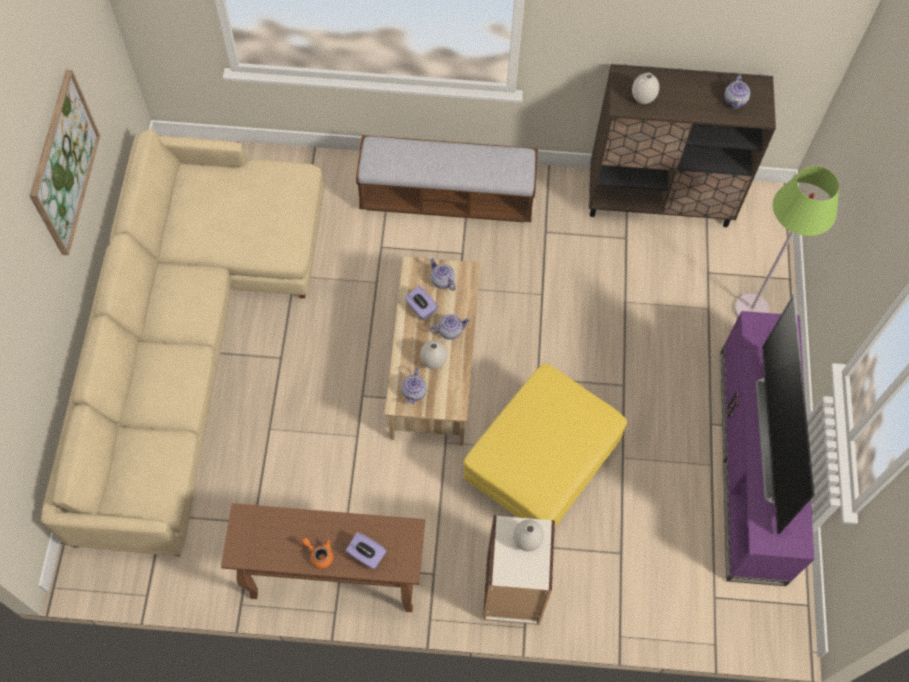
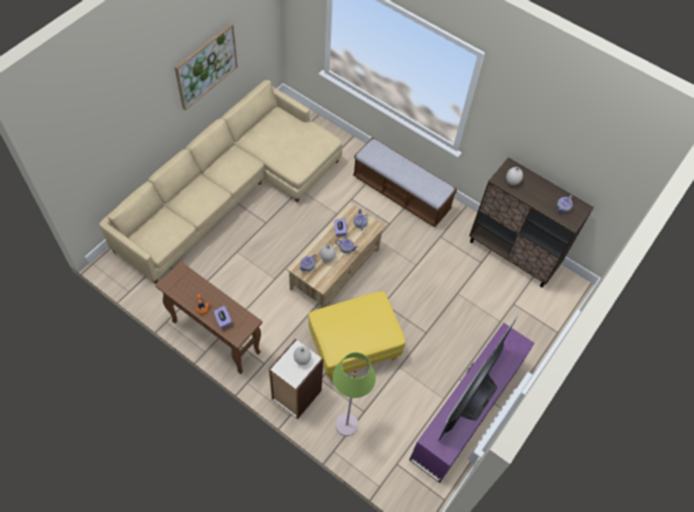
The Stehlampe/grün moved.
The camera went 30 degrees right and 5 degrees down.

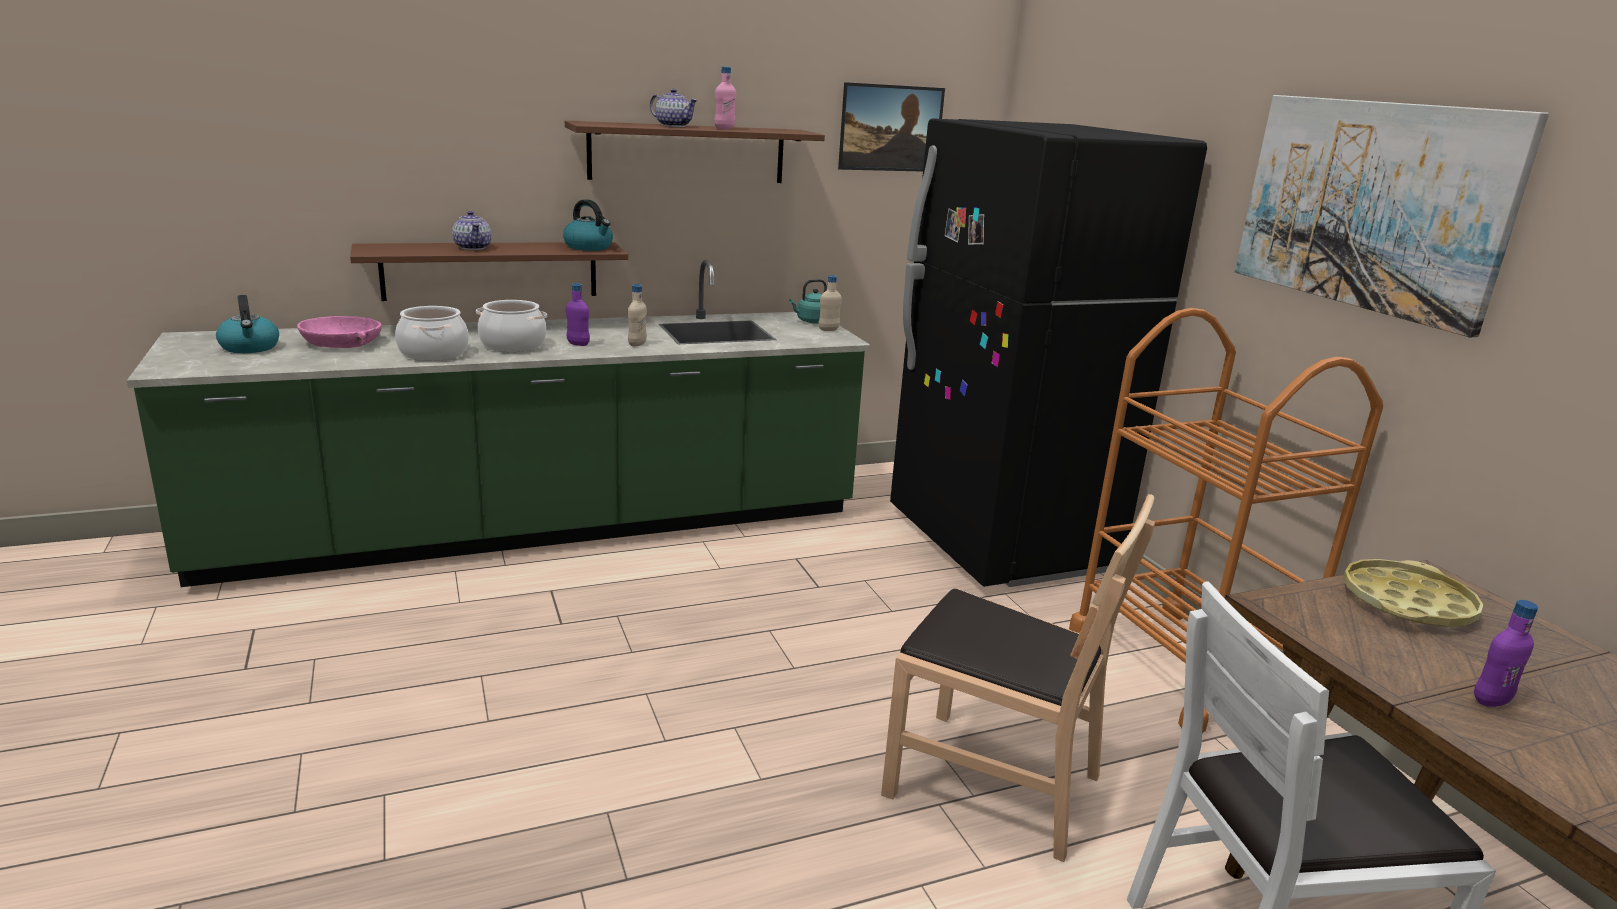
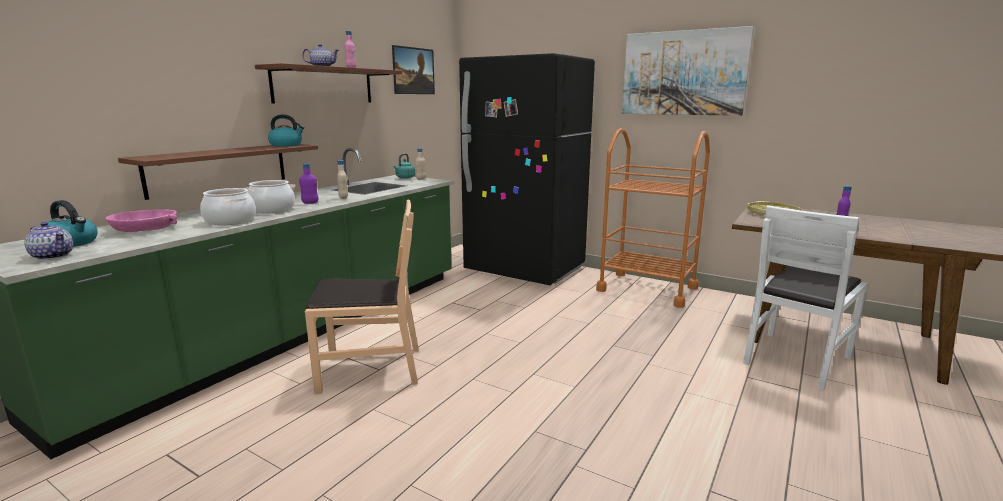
The Teekanne (no. 1 from left) moved.
The Stuhl/braun moved.
The camera went 35 degrees left and 5 degrees down.

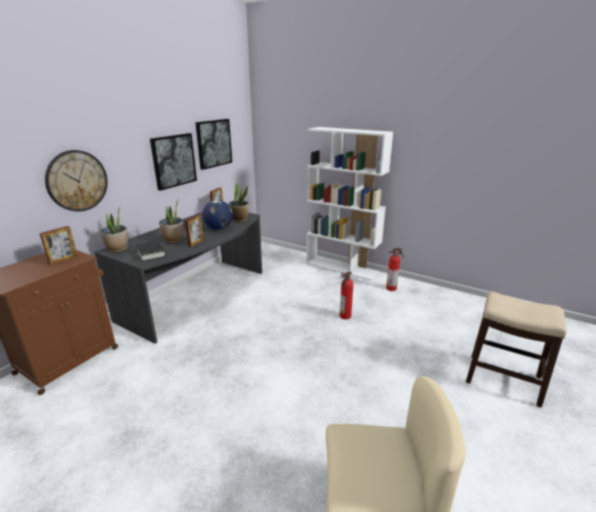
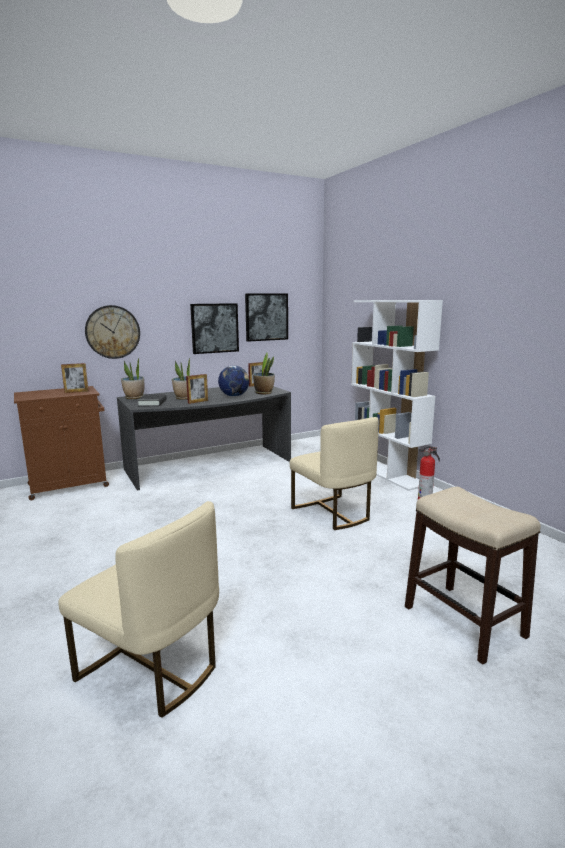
The Feuerlöscher (no. 1 from left) was replaced by the Stuhl/beige (no. 2 from left).
The camera went 30 degrees right and 10 degrees down.

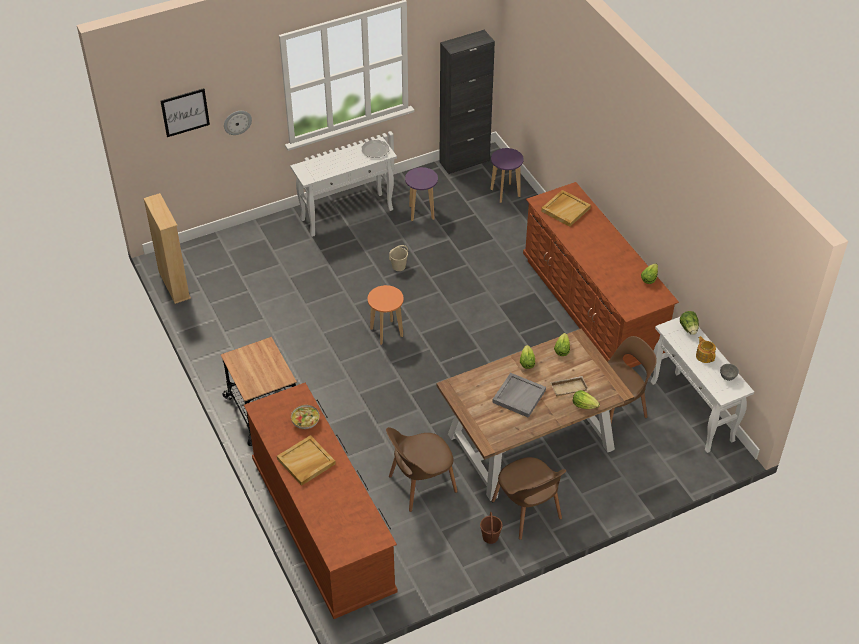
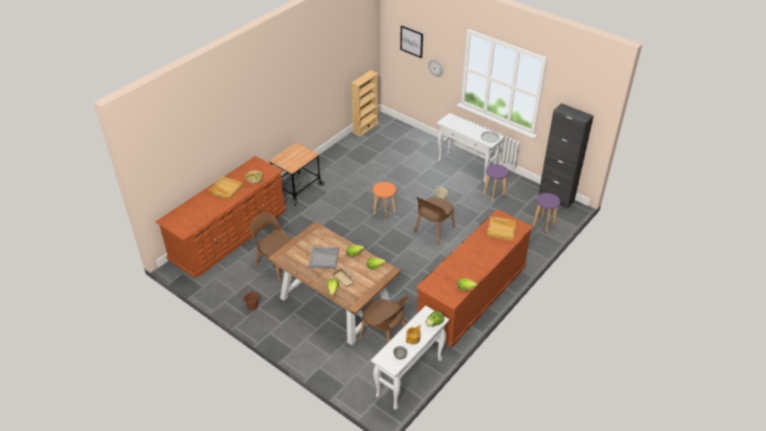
The Stuhl/braun (no. 2 from left in the first image) moved.
The camera went 65 degrees right and 5 degrees down.

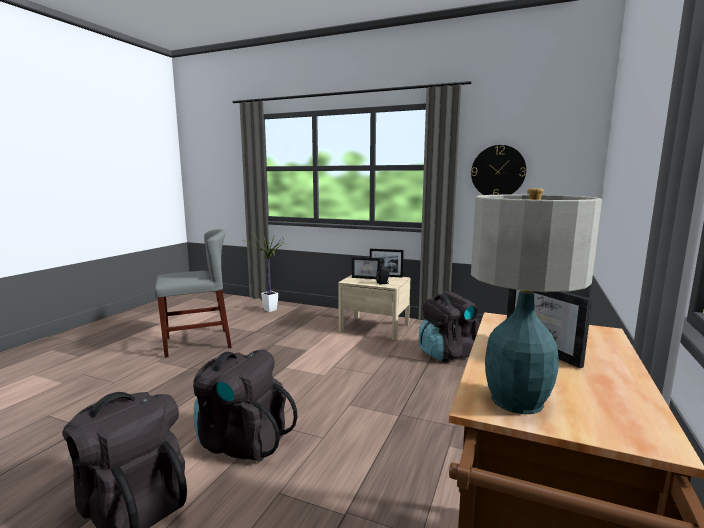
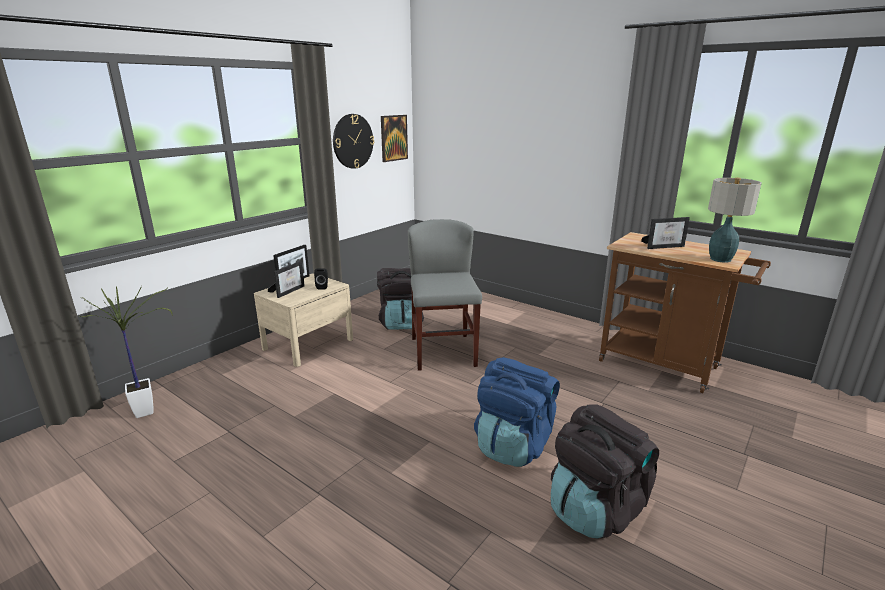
The Bild appeared.
The Stuhl/grau moved.
The Rucksack/schwarz (no. 2 from left) became the Rucksack/blau.
The camera went 75 degrees left and 10 degrees up.

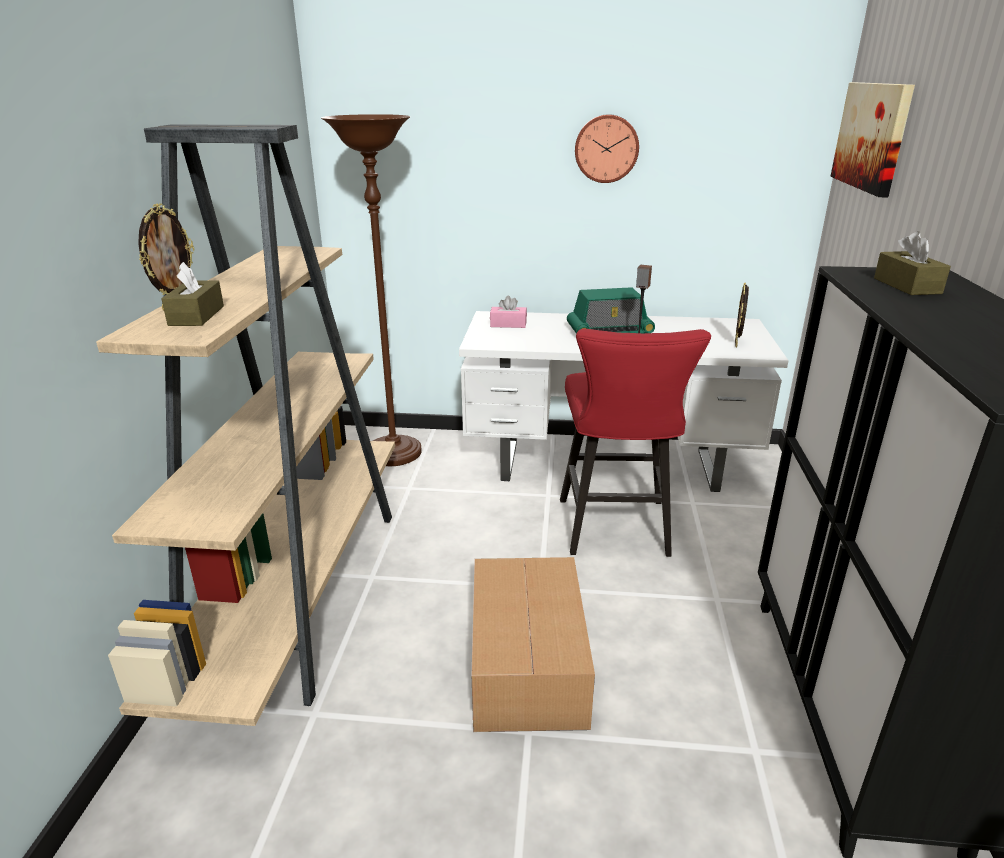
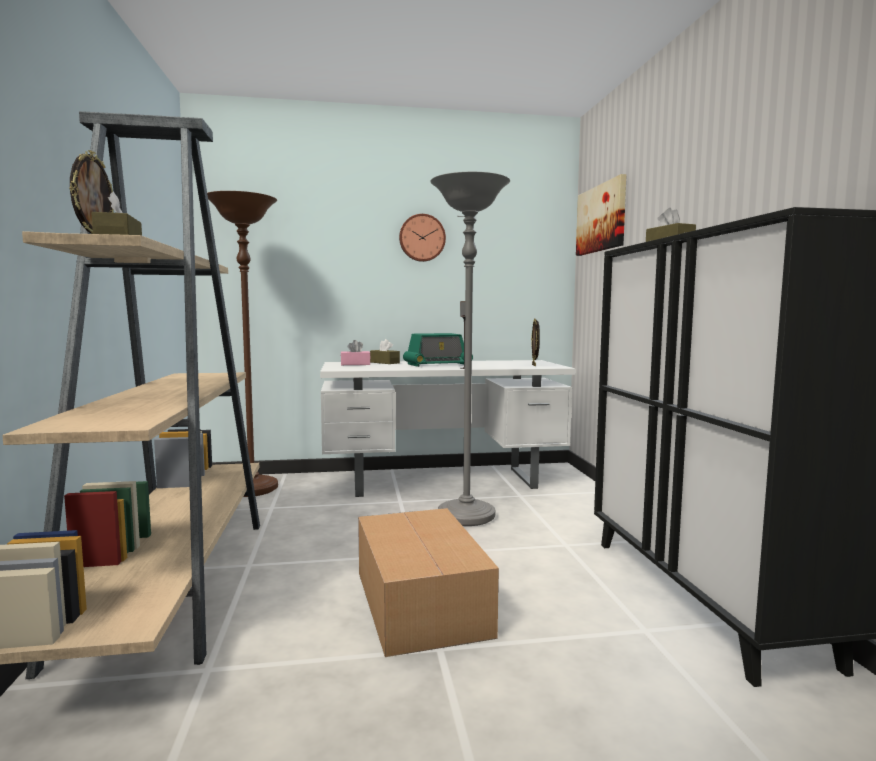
The Taschentuchbox/braun (no. 2 from left) appeared.
The Hocker/rot was replaced by the Stehlampe/grau.
The camera went 15 degrees left and 20 degrees down.

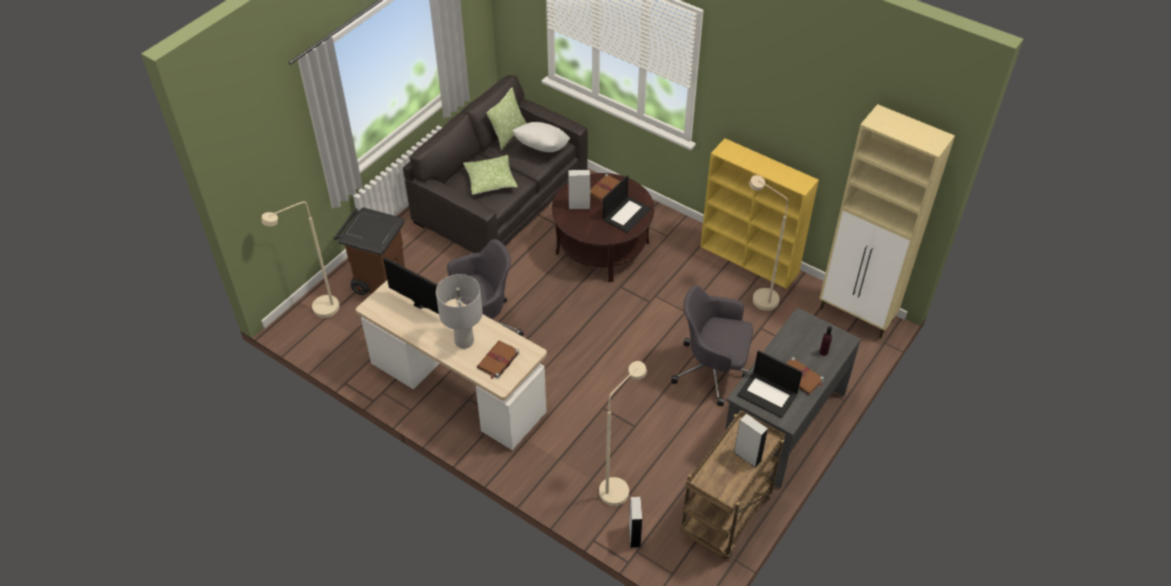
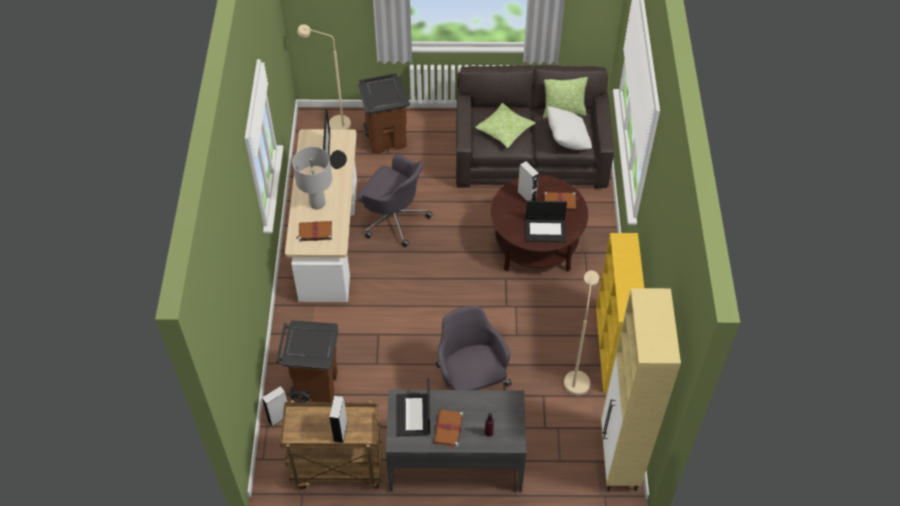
The Stehlampe/beige (no. 2 from left) was replaced by the Mülleimer/braun (no. 1 from left).
The camera went 55 degrees right and 5 degrees up.

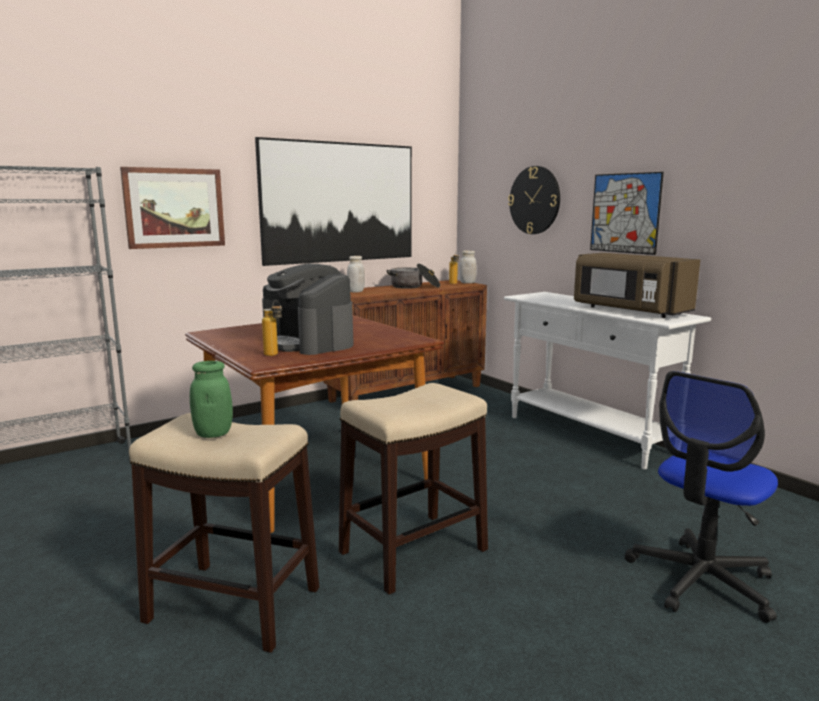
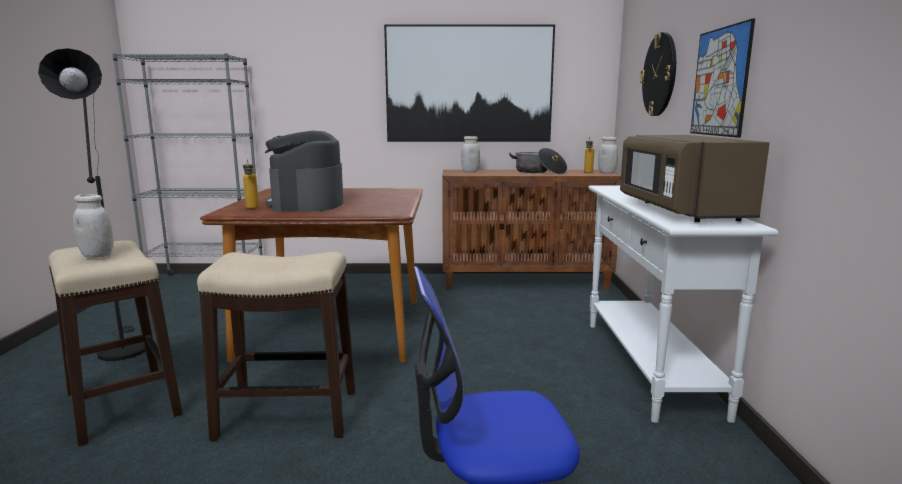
The Bild (no. 1 from left) disappeared.
The Stehlampe/schwarz appeared.
The Vorratsglas/grün became the Vorratsglas/weiß (no. 1 from left).
The camera went 35 degrees right and 0 degrees up.

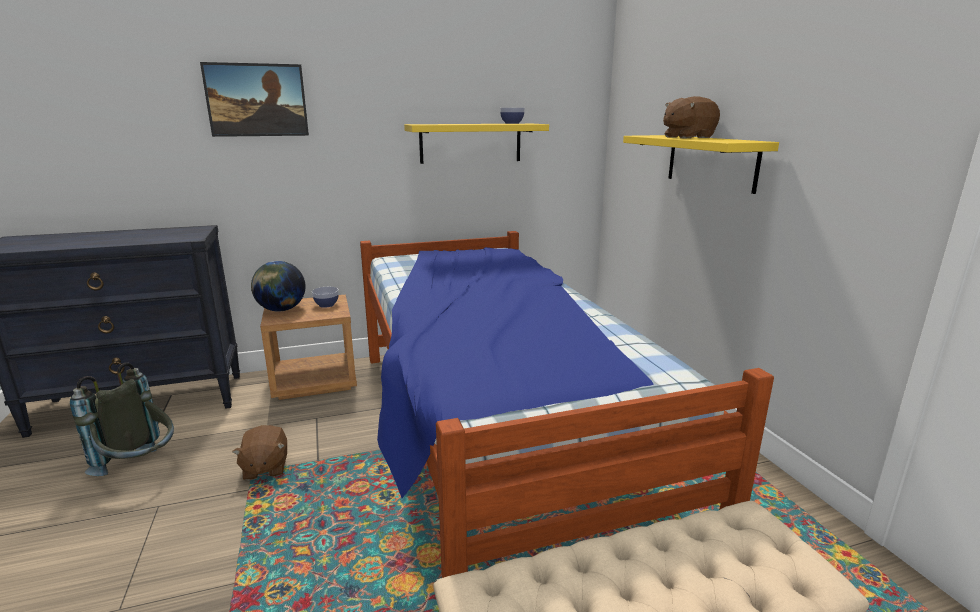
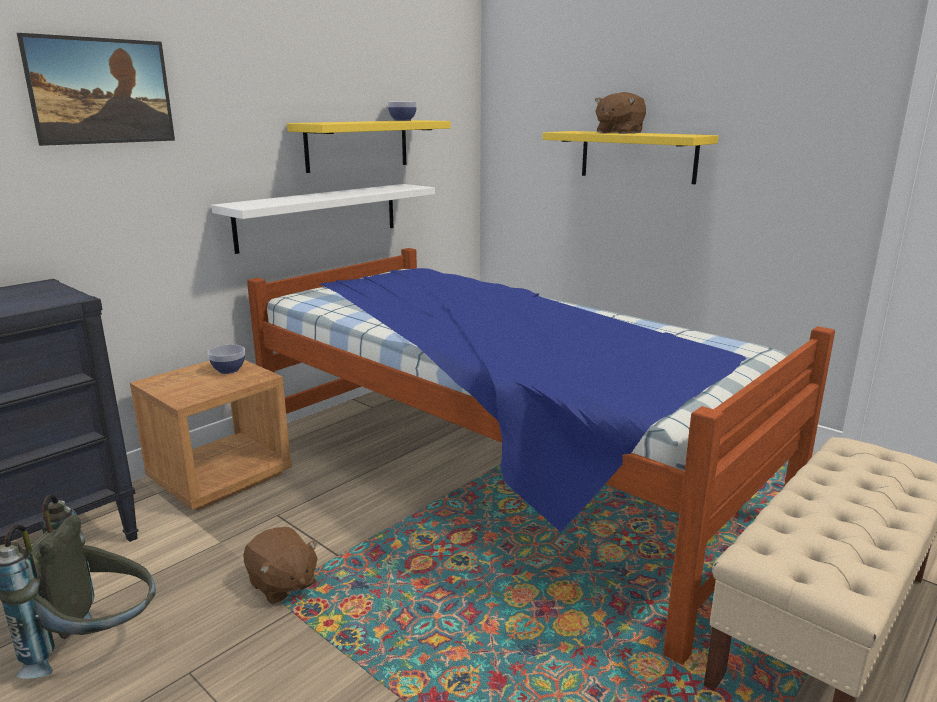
The Globus disappeared.
The Wandregal/weiß appeared.
The camera went 30 degrees left and 0 degrees up.

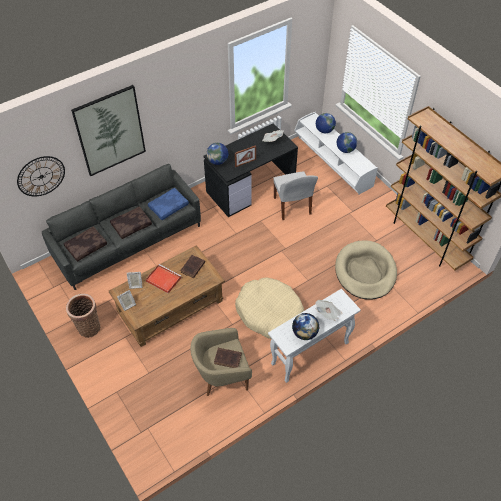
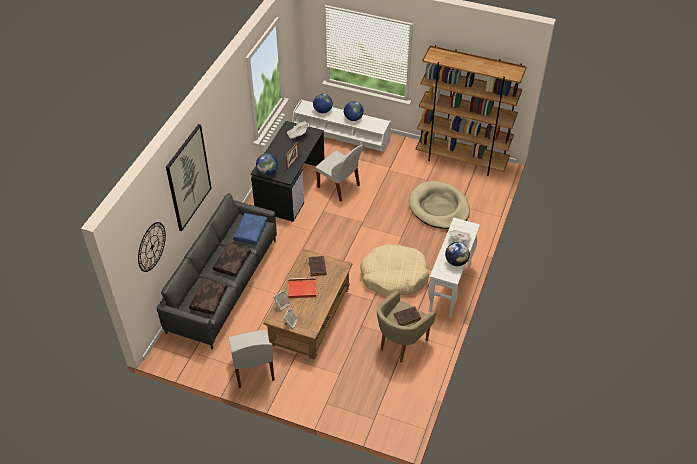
The Korb was replaced by the Stuhl/weiß (no. 1 from left).
The camera went 35 degrees left and 5 degrees down.

